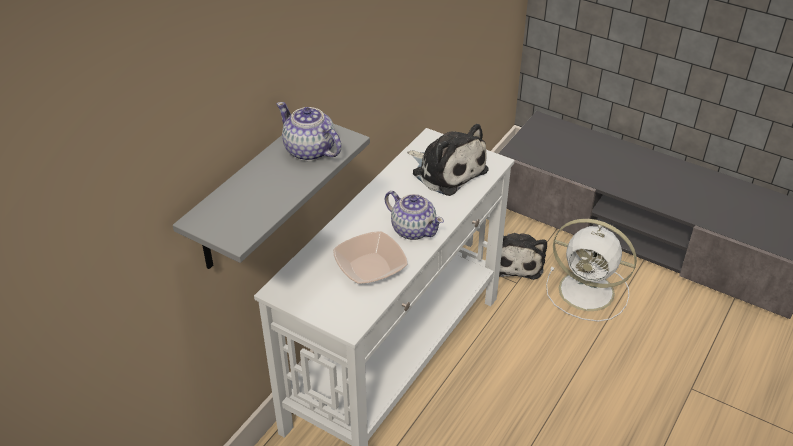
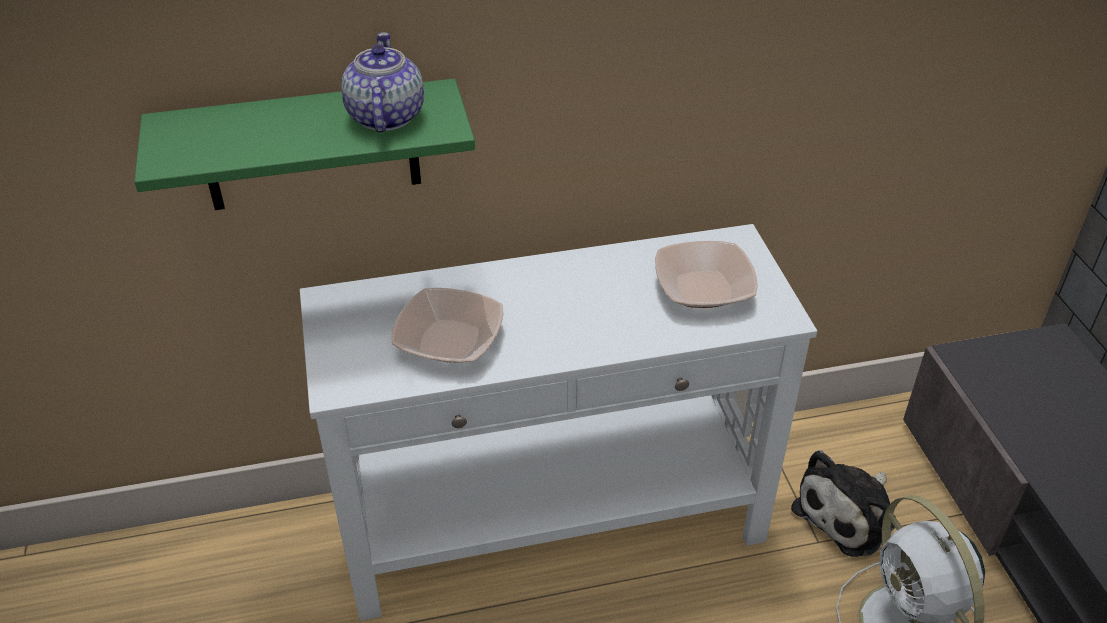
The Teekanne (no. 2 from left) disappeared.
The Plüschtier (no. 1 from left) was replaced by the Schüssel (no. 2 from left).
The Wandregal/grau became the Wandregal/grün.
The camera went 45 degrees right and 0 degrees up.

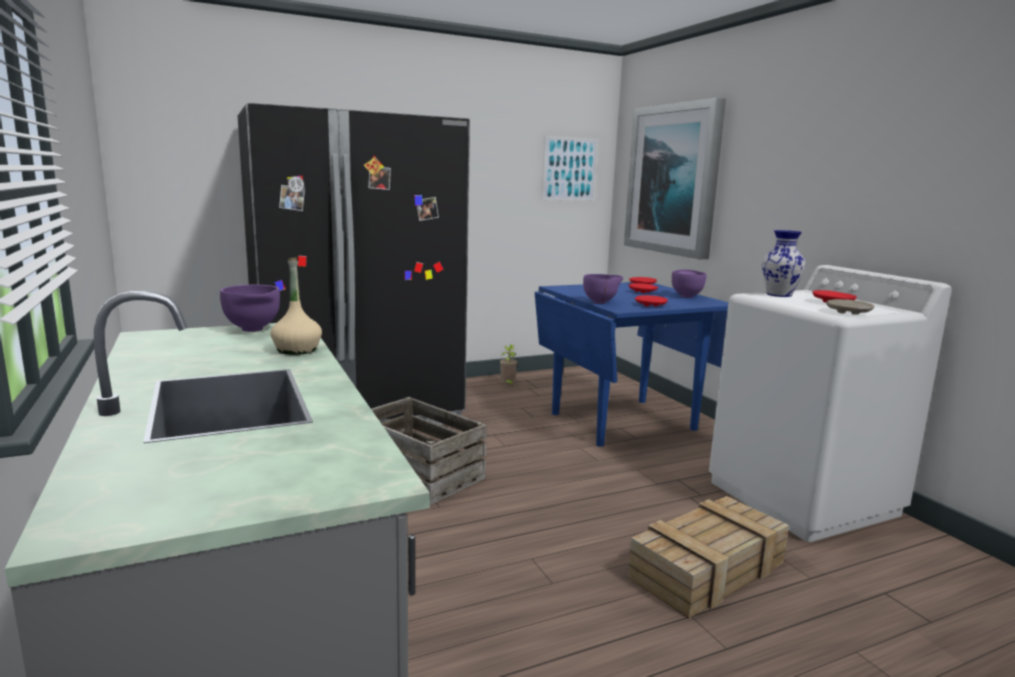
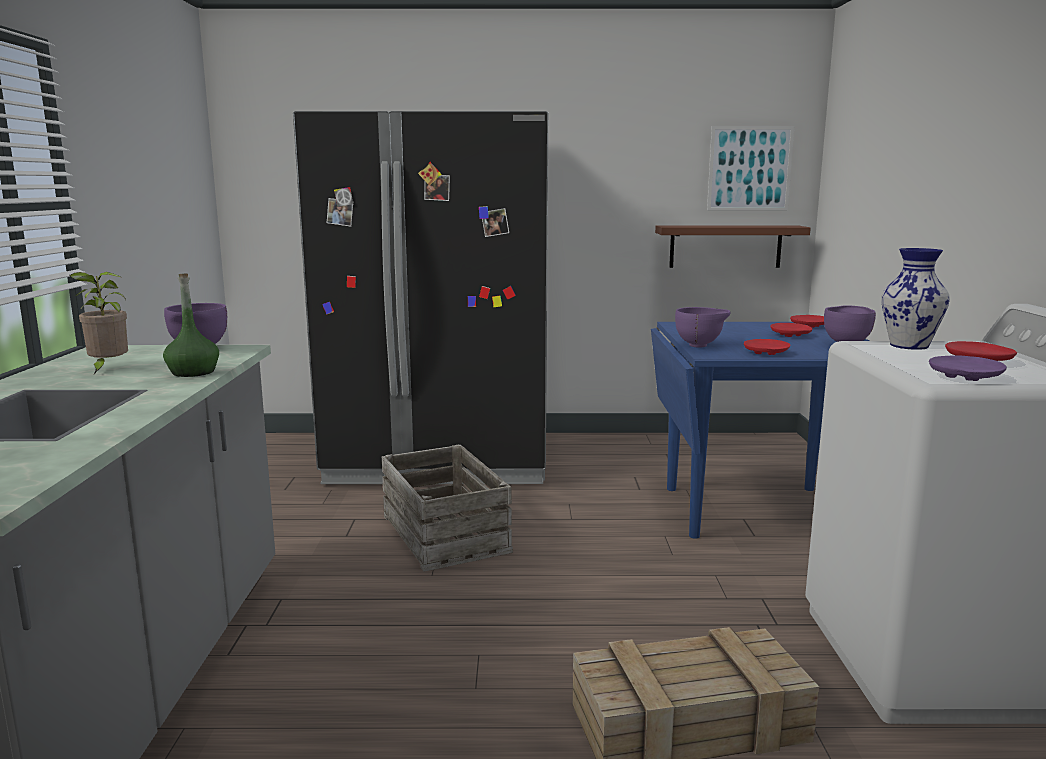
The Bild (no. 2 from left) disappeared.
The Wandregal/braun appeared.
The Topfpflanze moved.
The Flasche/beige became the Flasche/grün.
The Teller/beige became the Teller/lila.
The camera went 25 degrees right and 0 degrees up.

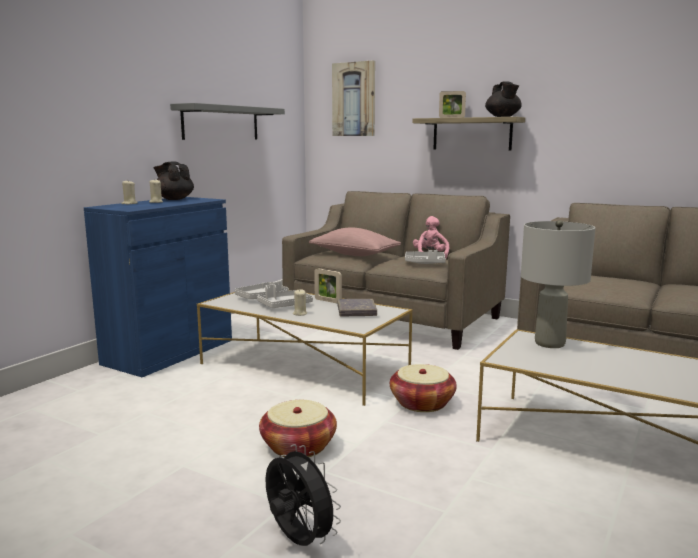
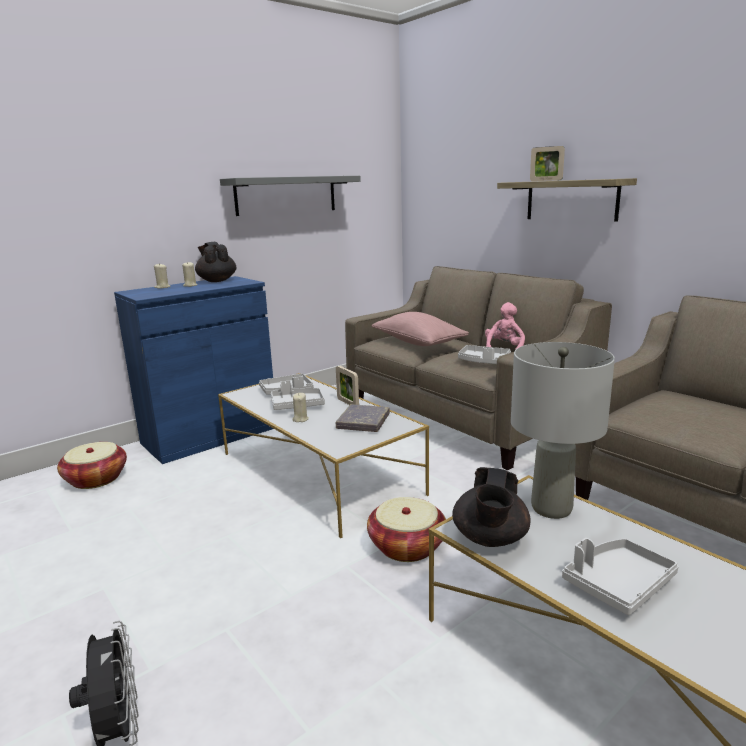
The Bild disappeared.
The Tablett/grau (no. 4 from left) appeared.
The Korb (no. 1 from left) moved.
The Teekanne/schwarz (no. 2 from left) moved.
The camera went 20 degrees right and 5 degrees up.

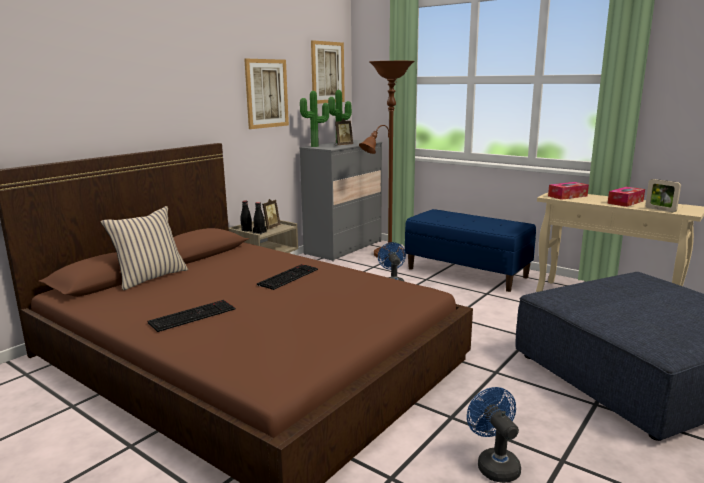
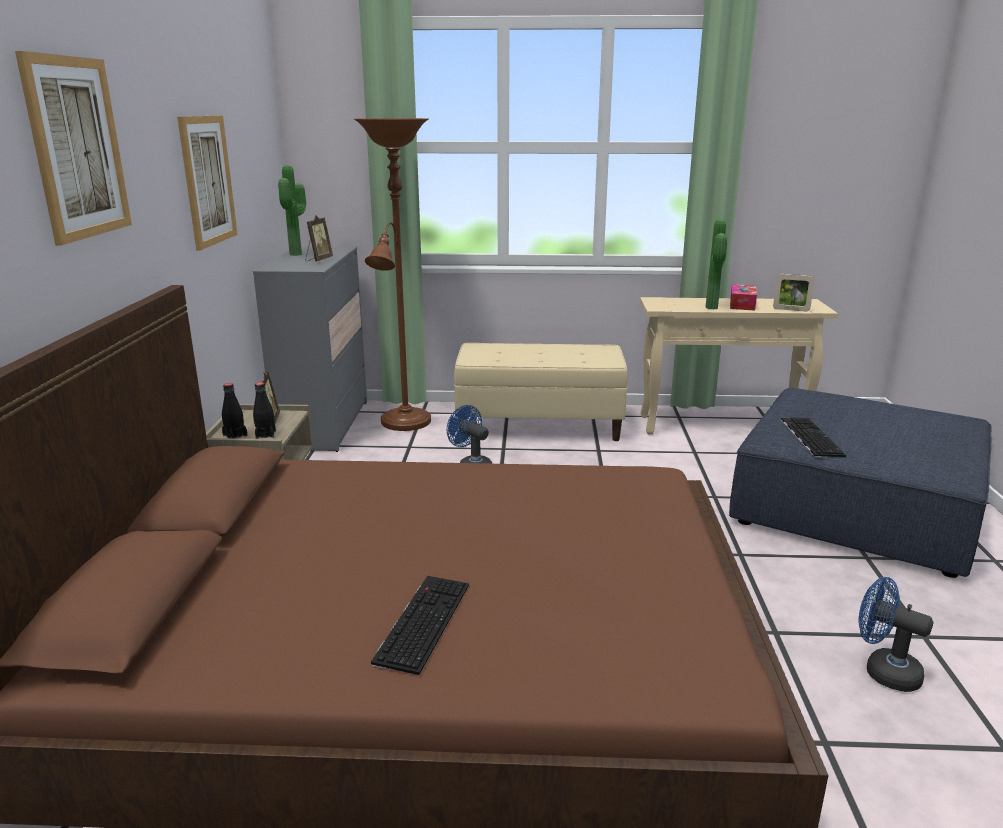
The Kissen/beige disappeared.
The Taschentuchbox (no. 1 from left) disappeared.
The Tastatur (no. 2 from left) moved.
The Topfpflanze (no. 1 from left in the first image) moved.
The Bild (no. 2 from left in the first image) moved.
The Bank/blau became the Bank/beige.
The camera went 35 degrees left and 5 degrees up.

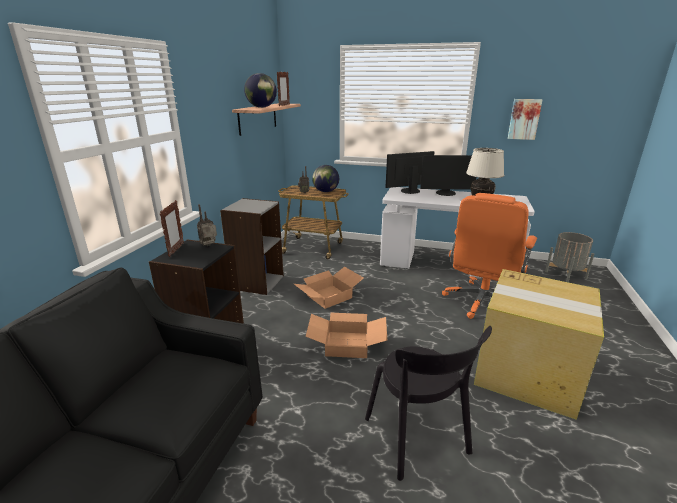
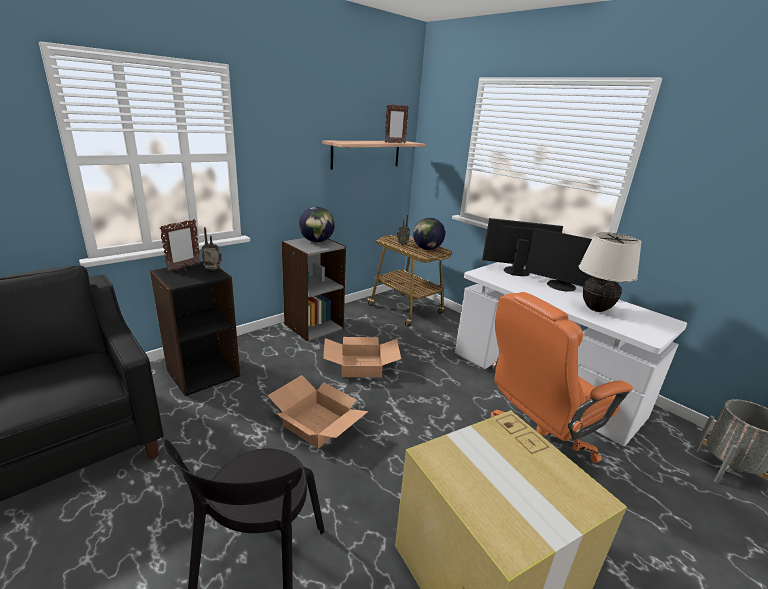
The Bild disappeared.
The Globus (no. 1 from left) moved.
The camera went 30 degrees right and 0 degrees up.

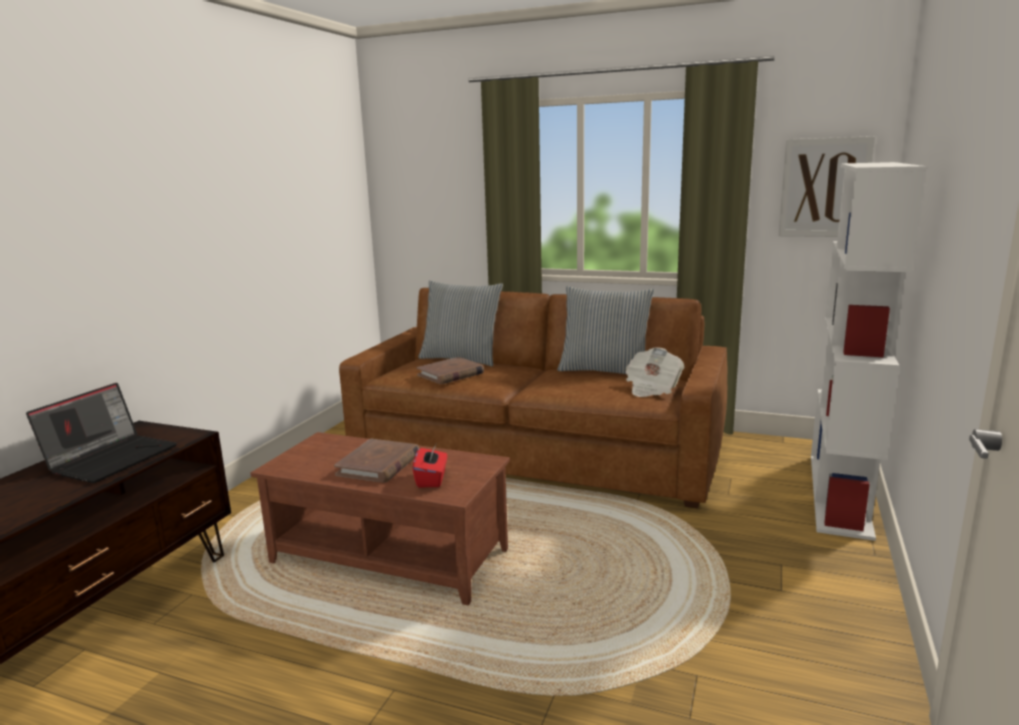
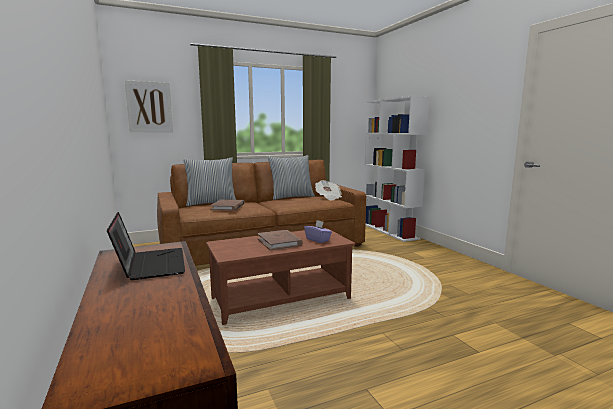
The Bild moved.
The Taschentuchbox/rot became the Taschentuchbox/lila.
The camera went 45 degrees left and 5 degrees down.

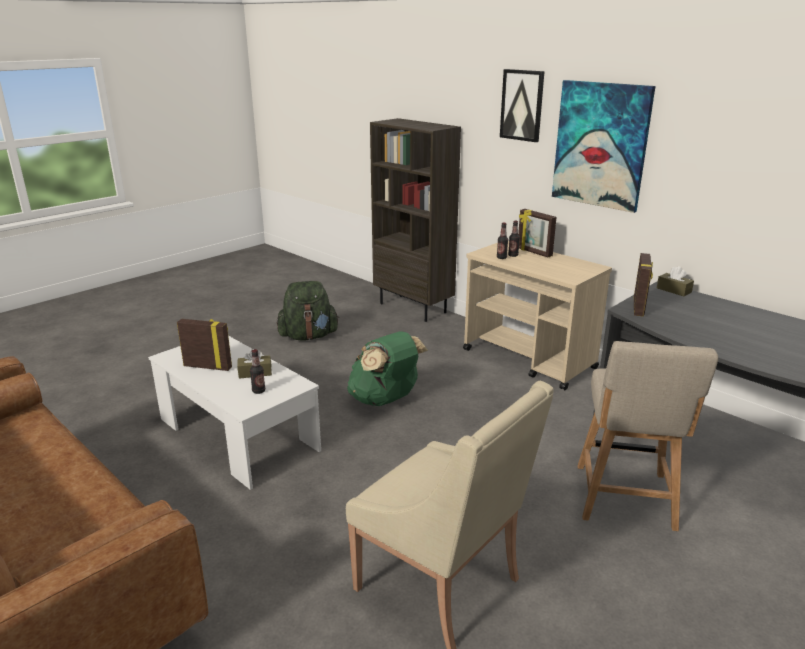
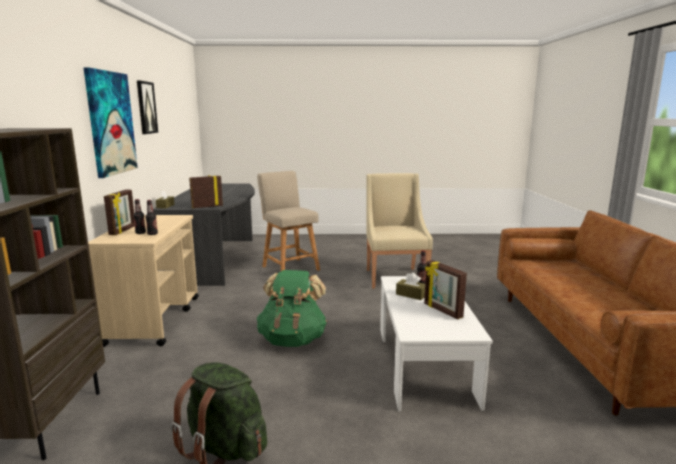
The Bild (no. 1 from left in the first image) moved.
The Stuhl/beige turned 90 degrees counterclockwise.
The camera went 135 degrees left and 10 degrees down.

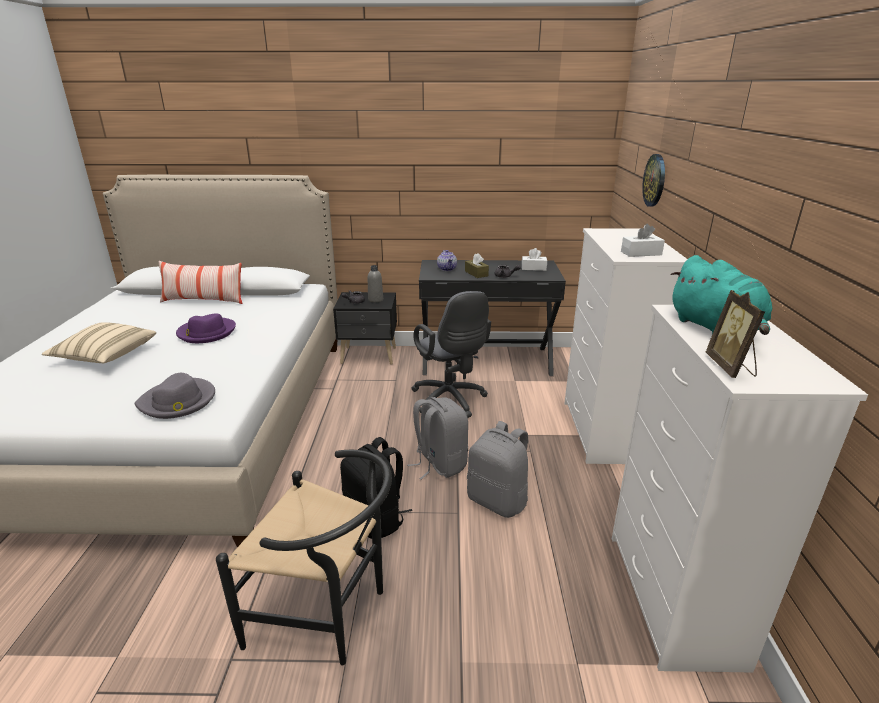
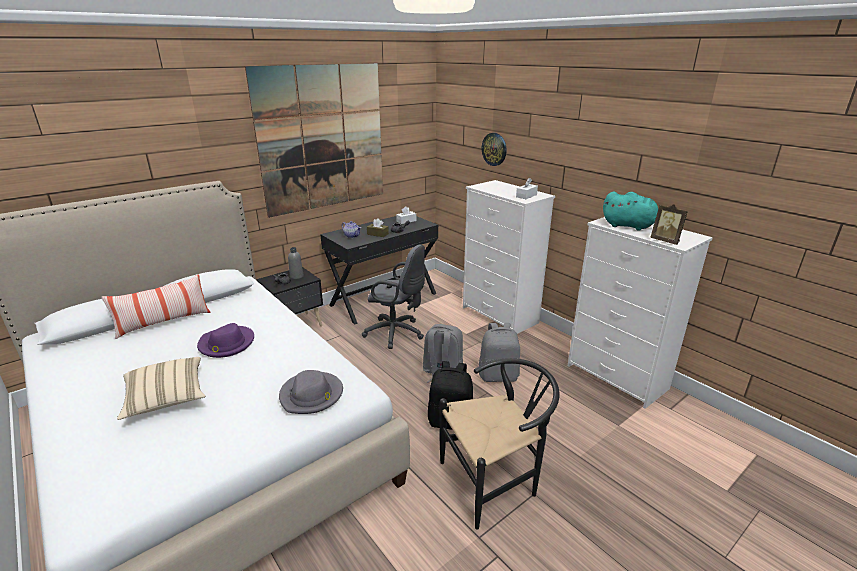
The Bild appeared.
The camera went 40 degrees left and 0 degrees up.

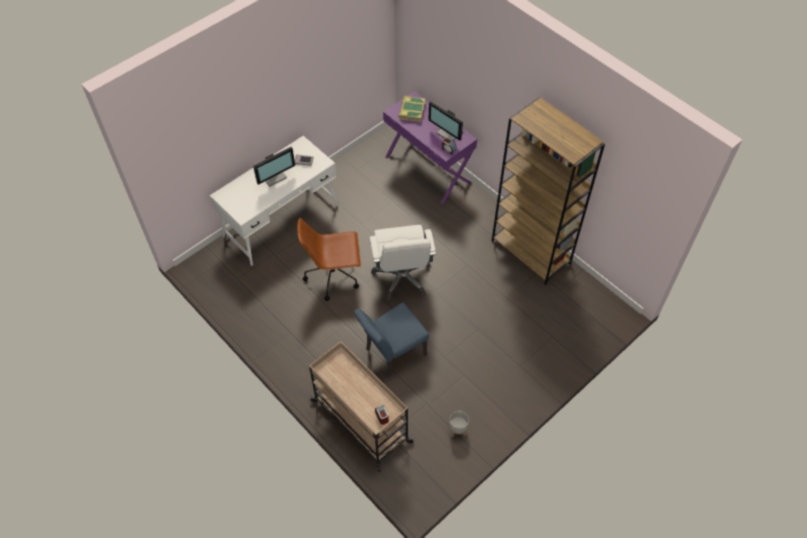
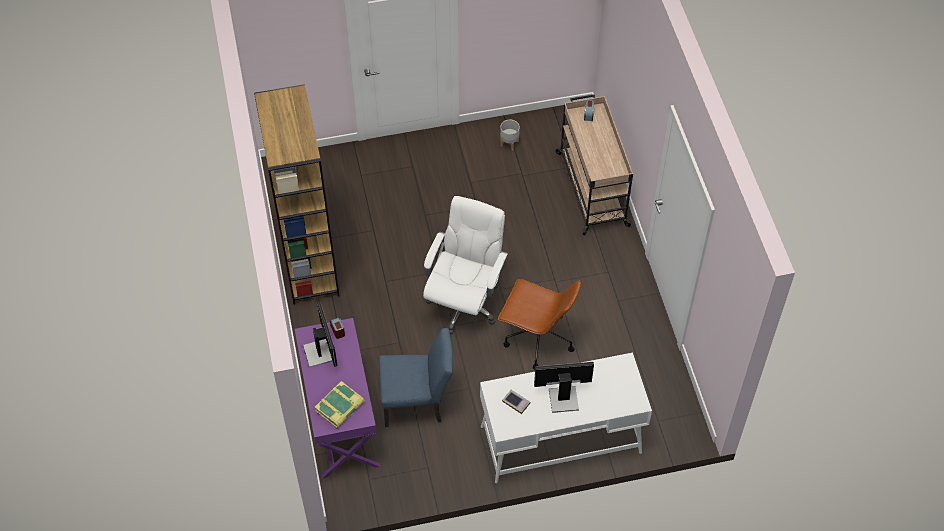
The Stuhl/blau moved.
The camera went 150 degrees left and 0 degrees up.

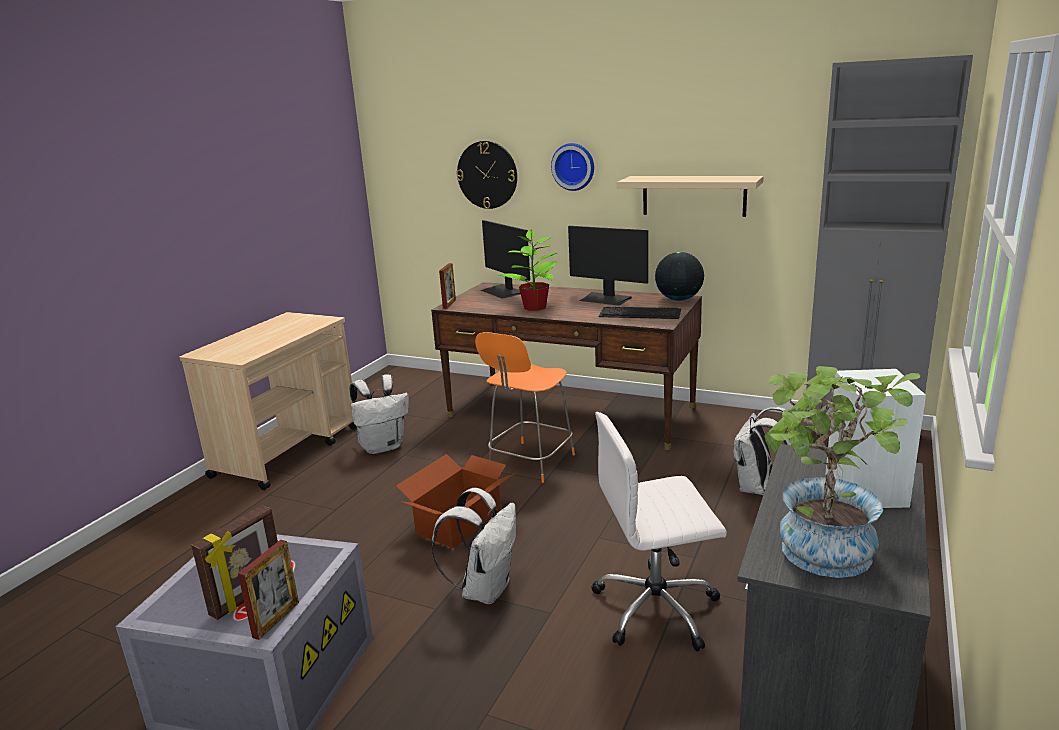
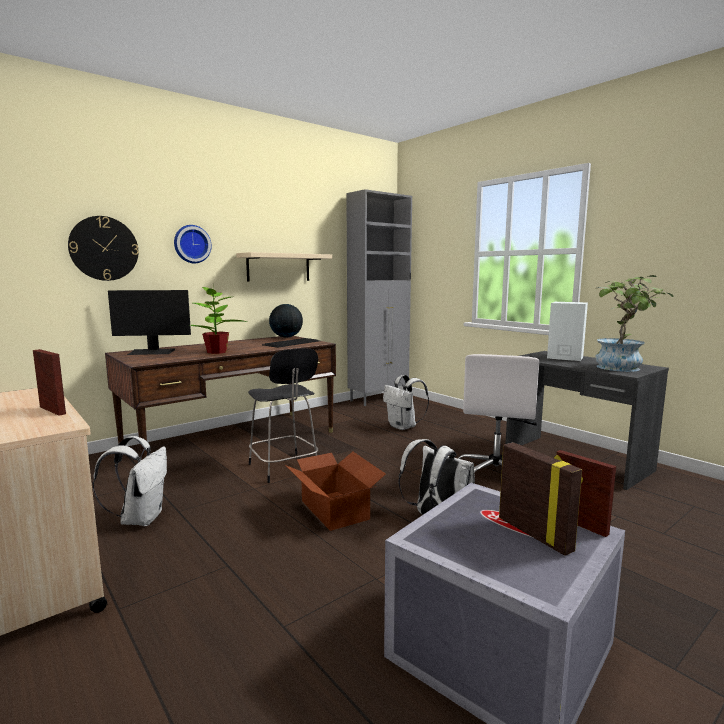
The Monitor (no. 2 from left) disappeared.
The Bilderrahmen (no. 3 from left in the first image) moved.
The Stuhl/orange became the Stuhl/schwarz.
The camera went 65 degrees left and 10 degrees down.

